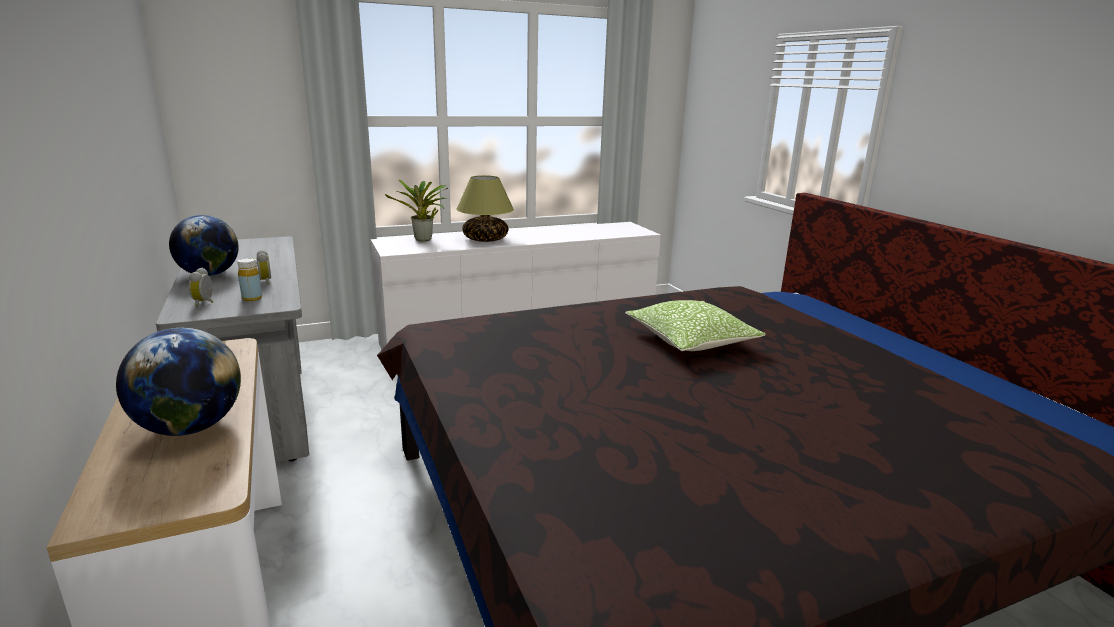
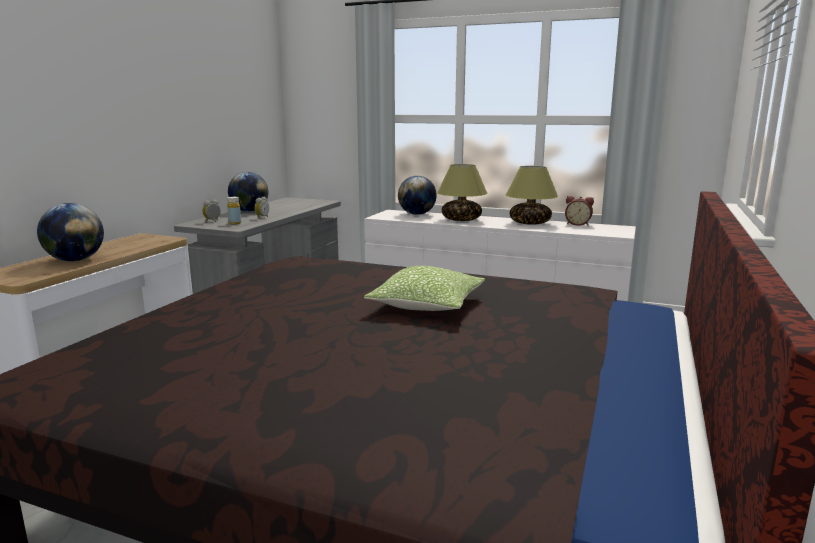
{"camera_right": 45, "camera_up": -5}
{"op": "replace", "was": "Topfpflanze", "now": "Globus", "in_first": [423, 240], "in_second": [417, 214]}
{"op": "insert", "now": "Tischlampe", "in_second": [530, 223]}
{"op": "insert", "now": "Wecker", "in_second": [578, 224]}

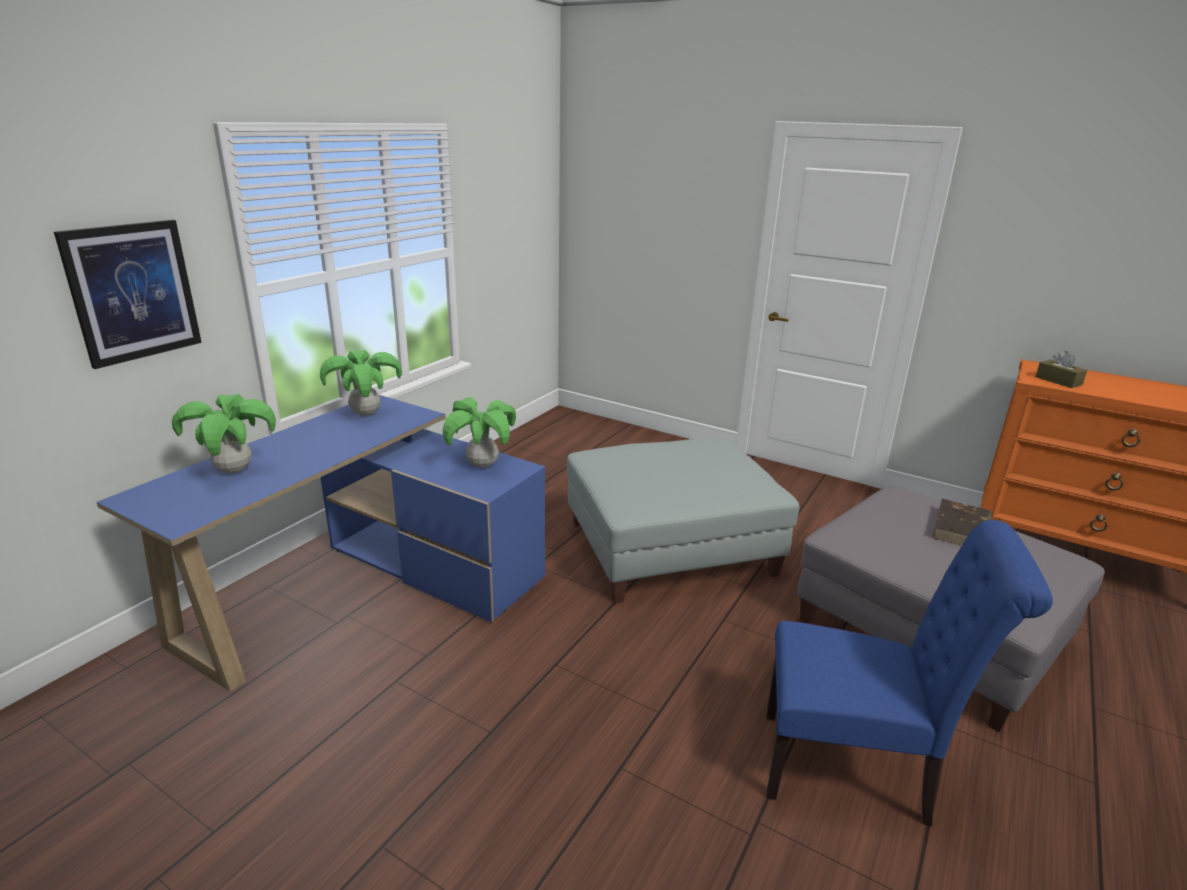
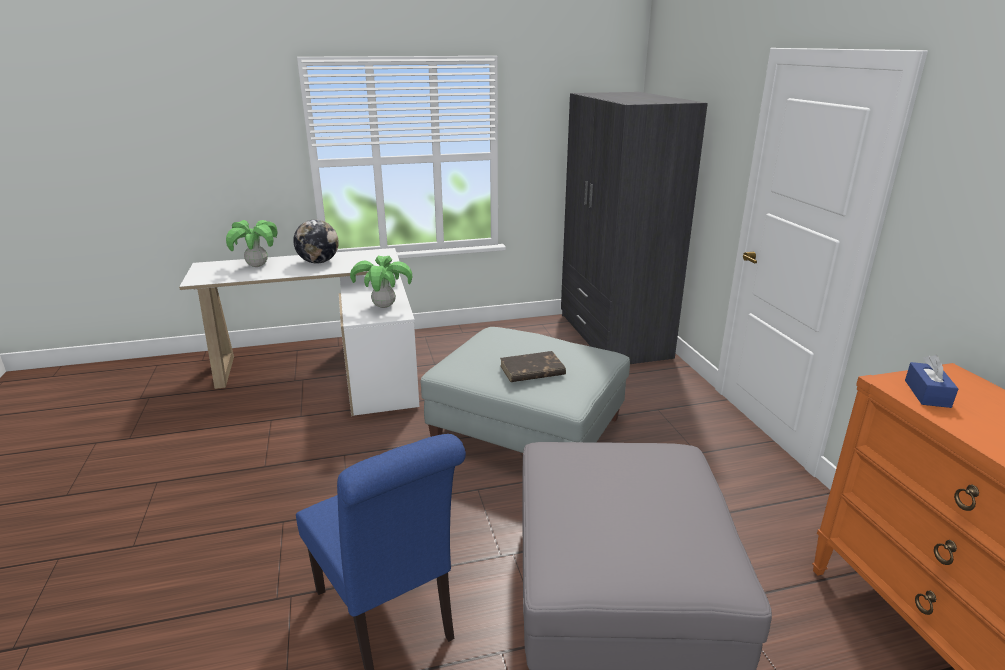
{"camera_right": 45, "camera_up": 0}
{"op": "recolor", "was": "Schreibtisch (blau)", "now": "Schreibtisch (weiß)", "in_first": [364, 588], "in_second": [330, 370]}
{"op": "insert", "now": "Globus", "in_second": [318, 262]}
{"op": "move", "was": "Buch (braun)", "in_first": [962, 529], "in_second": [531, 370]}
{"op": "insert", "now": "Kleiderschrank (grau)", "in_second": [612, 336]}
{"op": "recolor", "was": "Taschentuchbox (braun)", "now": "Taschentuchbox (blau)", "in_first": [1058, 381], "in_second": [927, 393]}
{"op": "delete", "was": "Bild", "in_first": [133, 292]}
{"op": "delete", "was": "Topfpflanze", "in_first": [365, 413]}

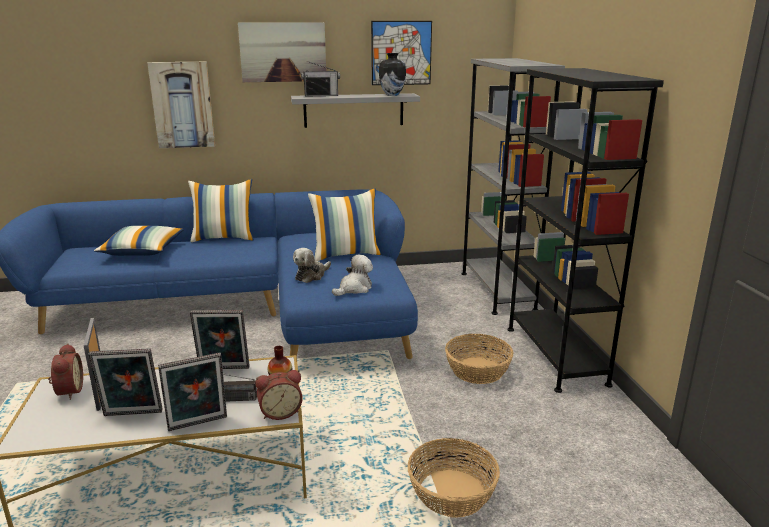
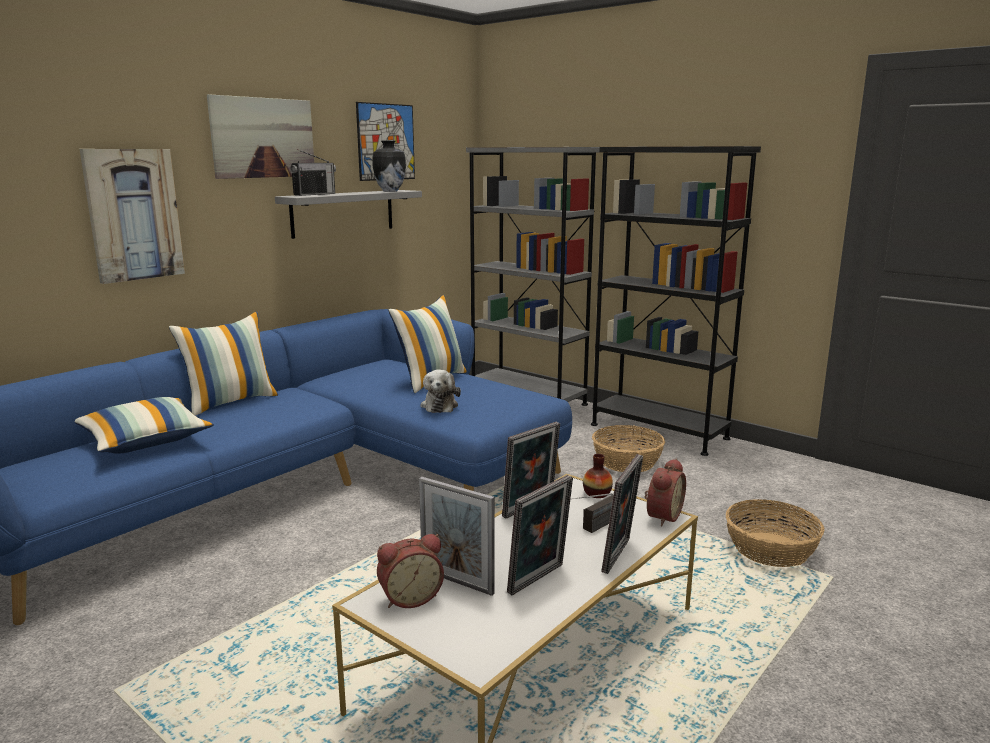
{"camera_right": -40, "camera_up": -5}
{"op": "rotate", "was": "Wecker", "in_first": [68, 391], "in_second": [410, 597], "clockwise": 120}
{"op": "delete", "was": "Plüschtier", "in_first": [354, 288]}

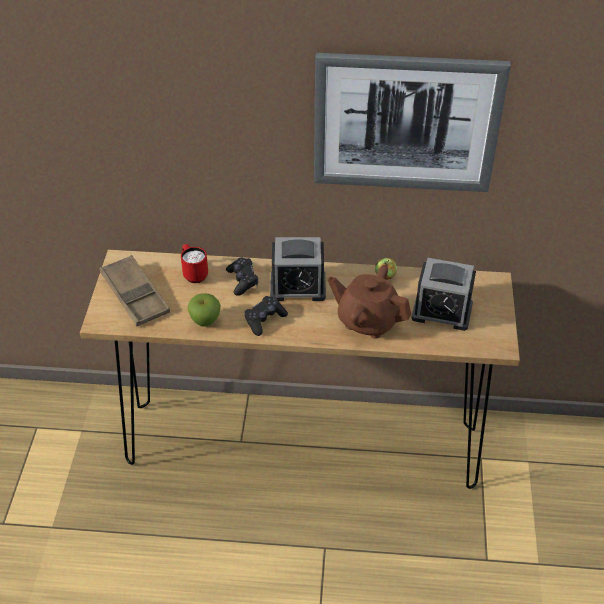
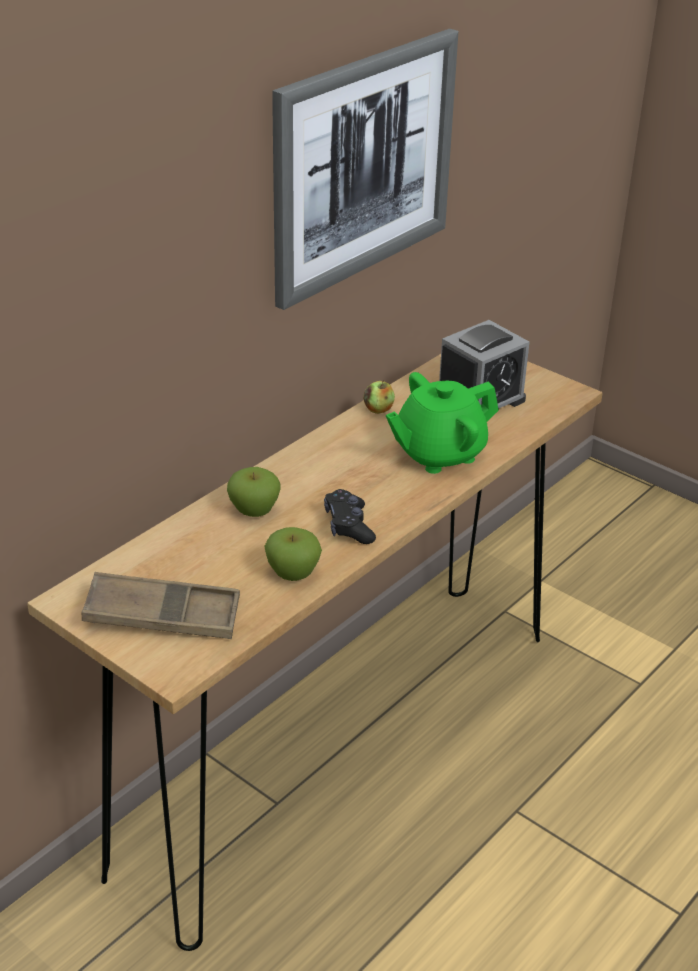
{"camera_right": -55, "camera_up": -10}
{"op": "replace", "was": "Gamepad (schwarz)", "now": "Apfel", "in_first": [242, 280], "in_second": [254, 512]}
{"op": "recolor", "was": "Teekanne (braun)", "now": "Teekanne (grün)", "in_first": [367, 321], "in_second": [438, 454]}
{"op": "delete", "was": "Henkelbecher (rot)", "in_first": [194, 274]}
{"op": "delete", "was": "Wecker", "in_first": [298, 287]}

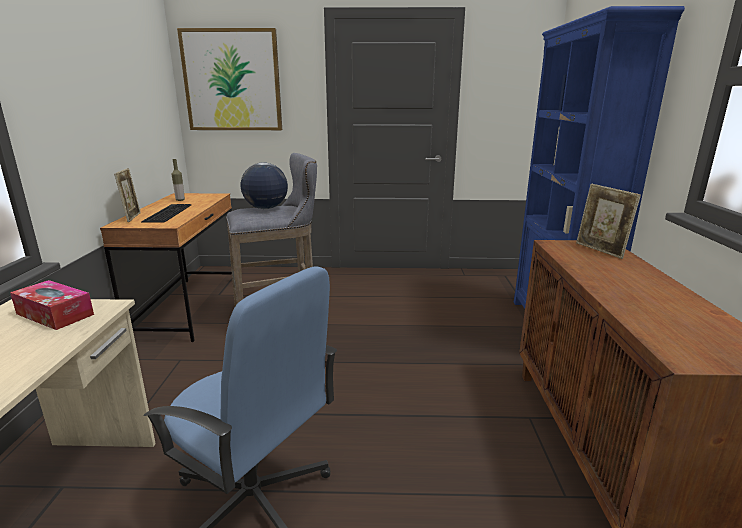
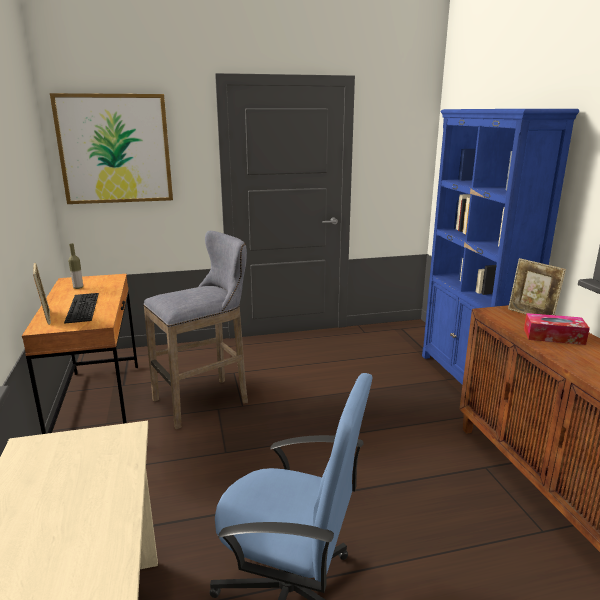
{"camera_right": -15, "camera_up": 0}
{"op": "move", "was": "Taschentuchbox", "in_first": [55, 314], "in_second": [553, 336]}
{"op": "delete", "was": "Globus", "in_first": [265, 208]}

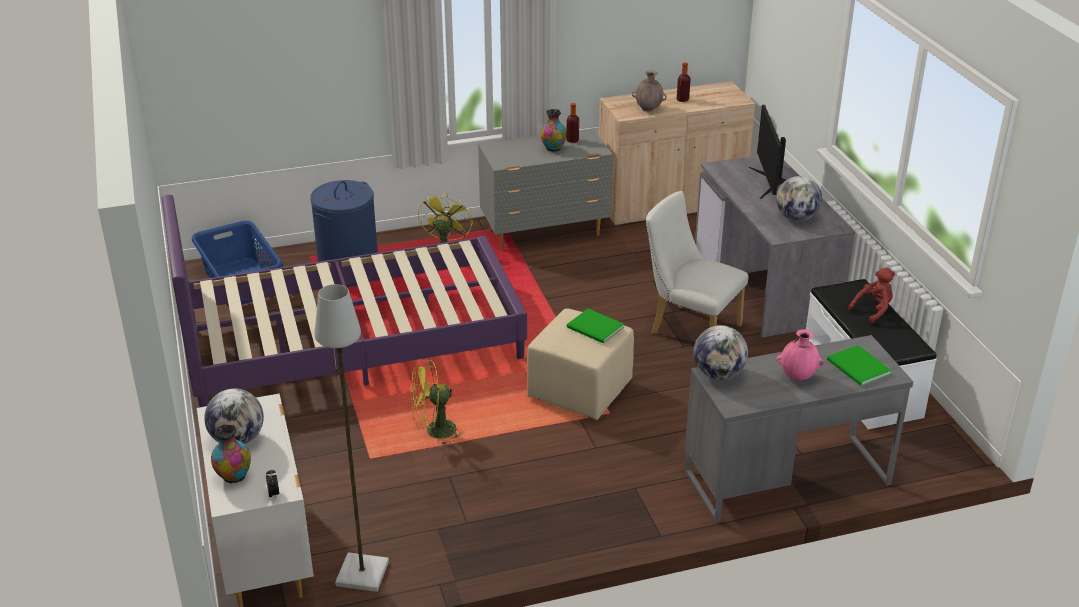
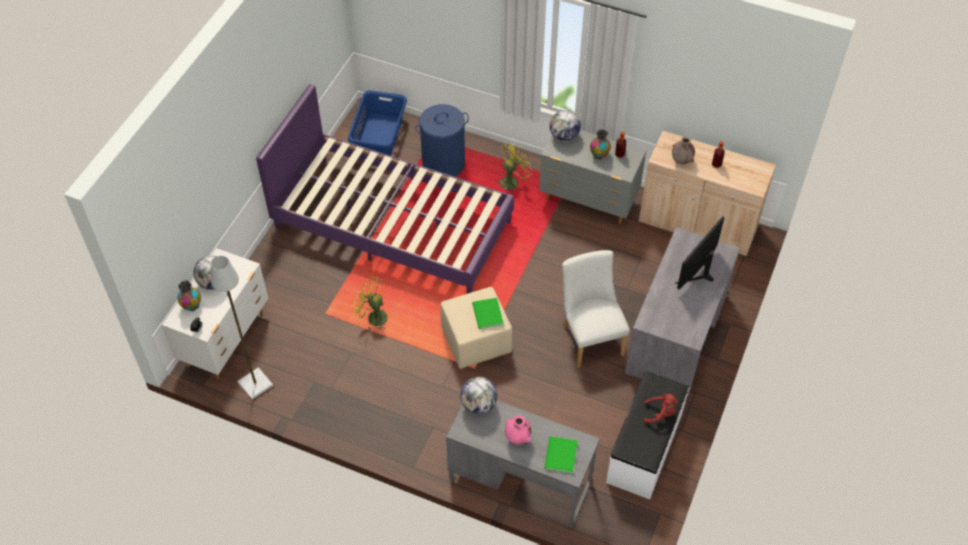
{"camera_right": 40, "camera_up": 20}
{"op": "move", "was": "Globus", "in_first": [796, 218], "in_second": [564, 136]}

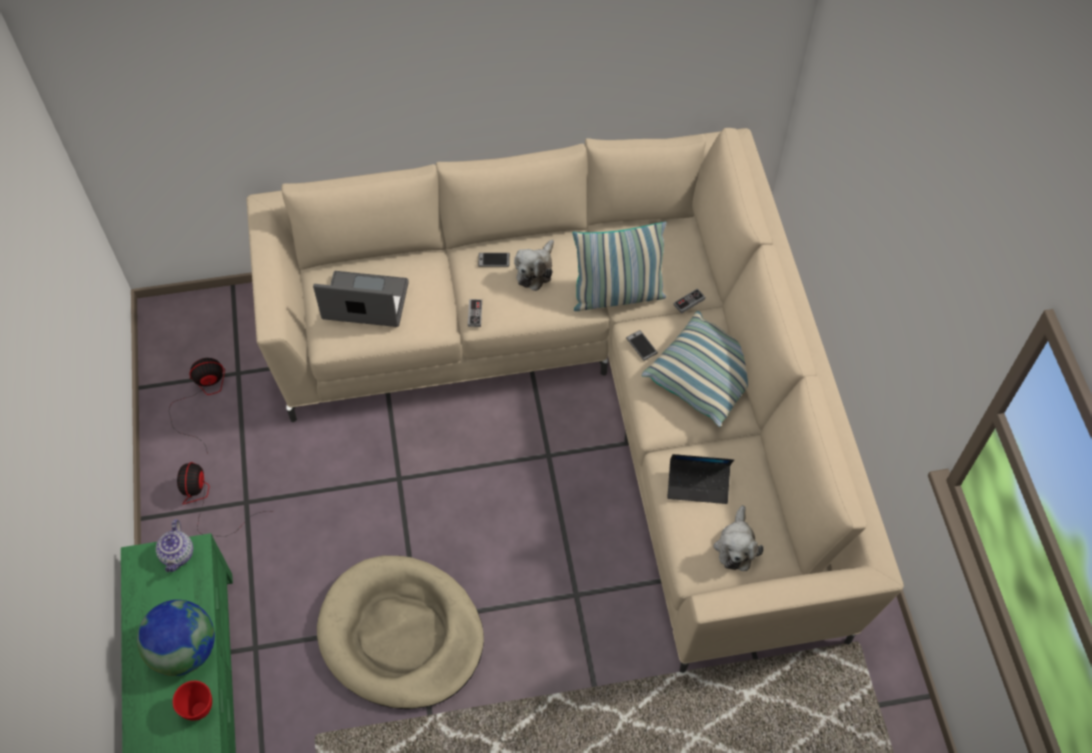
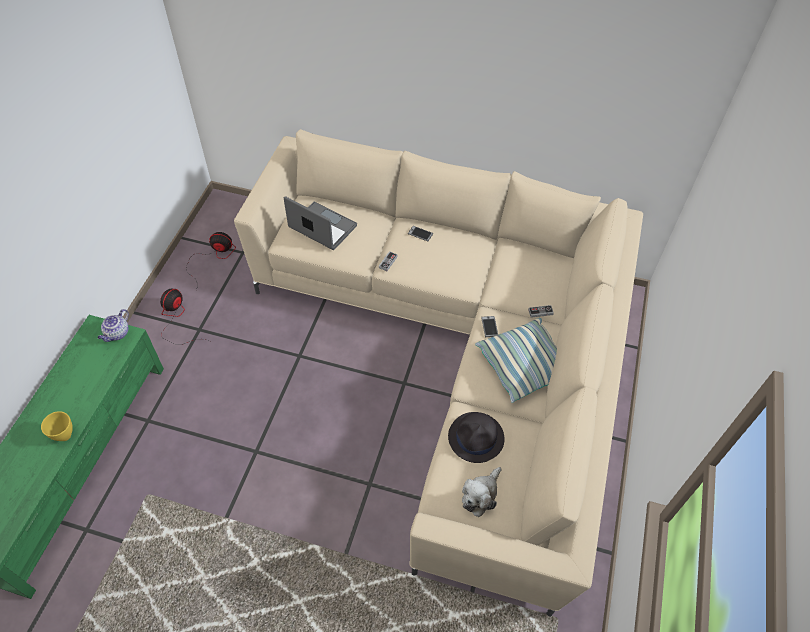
{"camera_right": 25, "camera_up": -5}
{"op": "recolor", "was": "Schüssel (rot)", "now": "Schüssel (gelb)", "in_first": [200, 710], "in_second": [65, 436]}
{"op": "replace", "was": "Laptop", "now": "Hut (schwarz)", "in_first": [698, 484], "in_second": [476, 438]}
{"op": "delete", "was": "Globus", "in_first": [184, 650]}
{"op": "delete", "was": "Hundebett (beige)", "in_first": [401, 635]}
{"op": "delete", "was": "Plüschtier", "in_first": [535, 270]}
{"op": "delete", "was": "Kissen", "in_first": [617, 295]}

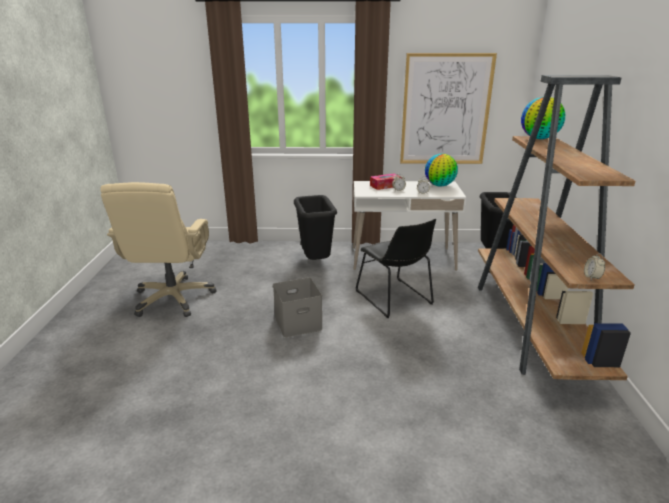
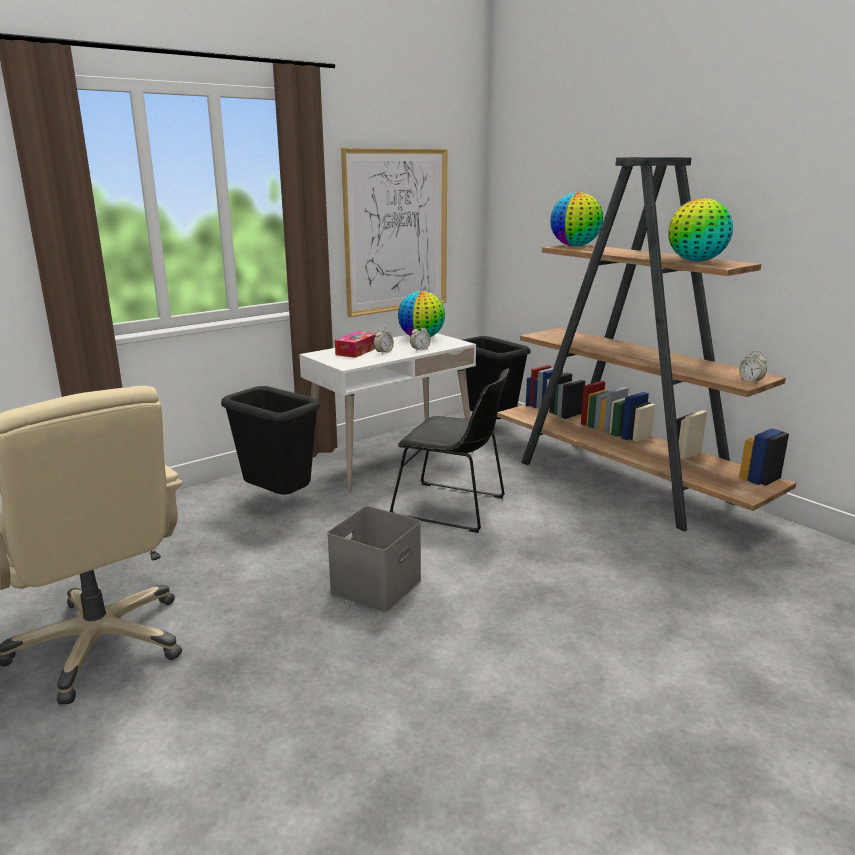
{"camera_right": -40, "camera_up": -5}
{"op": "insert", "now": "Globus", "in_second": [696, 261]}

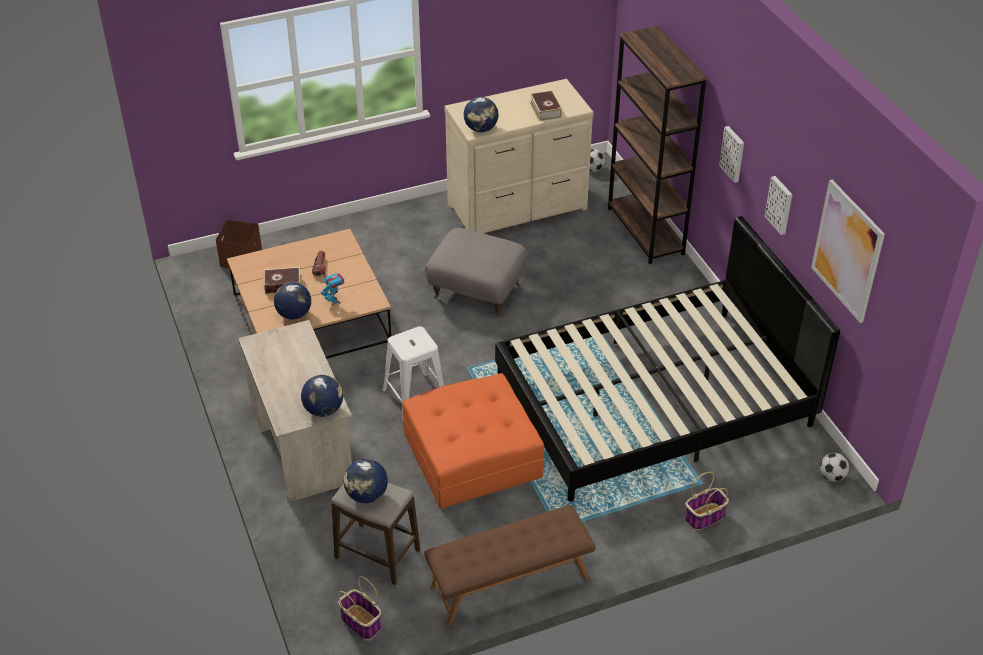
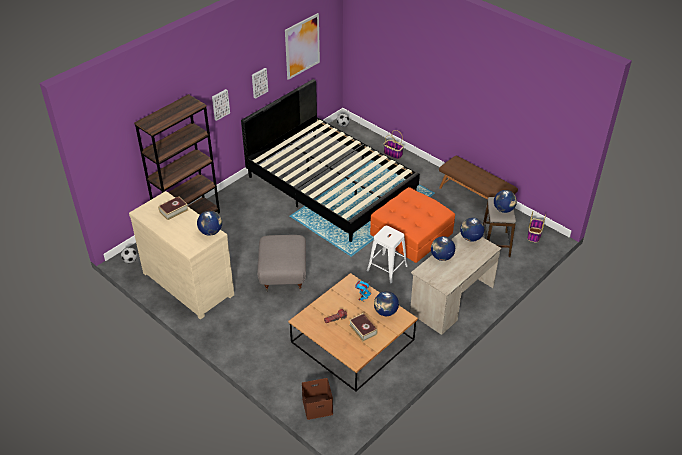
{"camera_right": -115, "camera_up": 0}
{"op": "insert", "now": "Globus", "in_second": [441, 257]}

